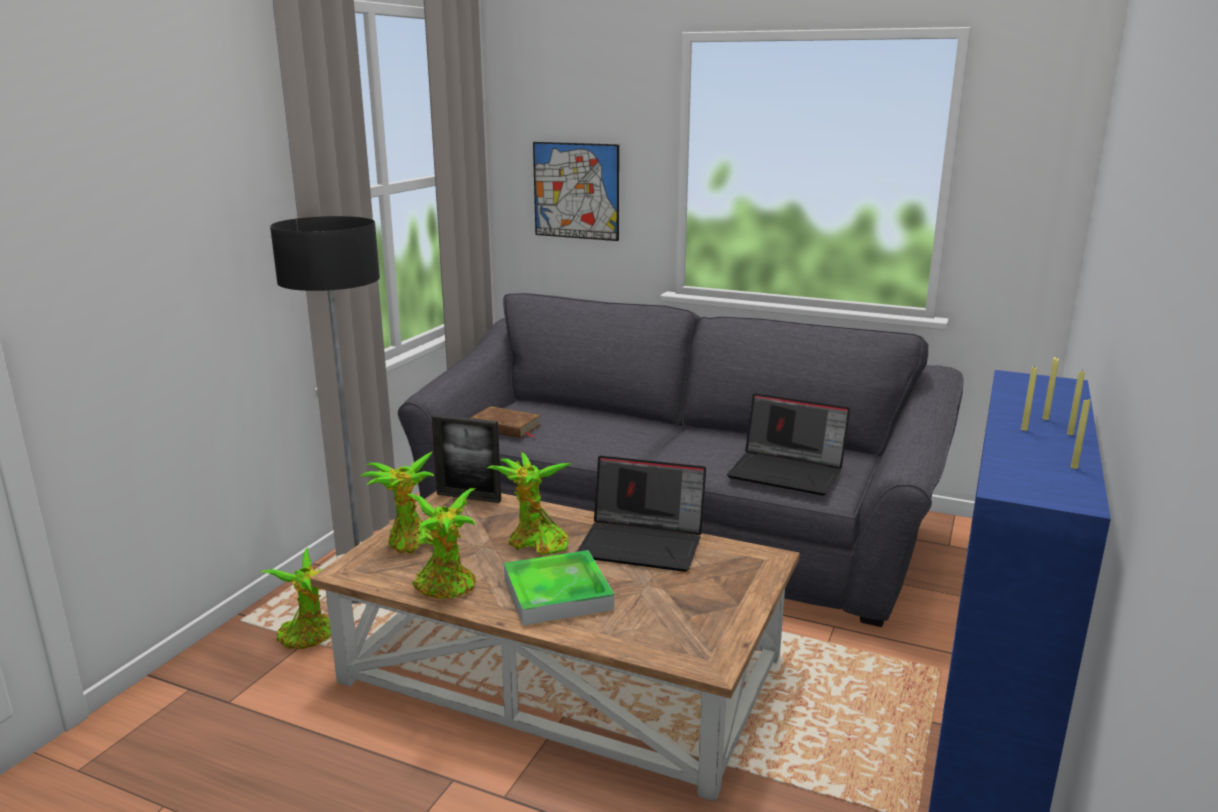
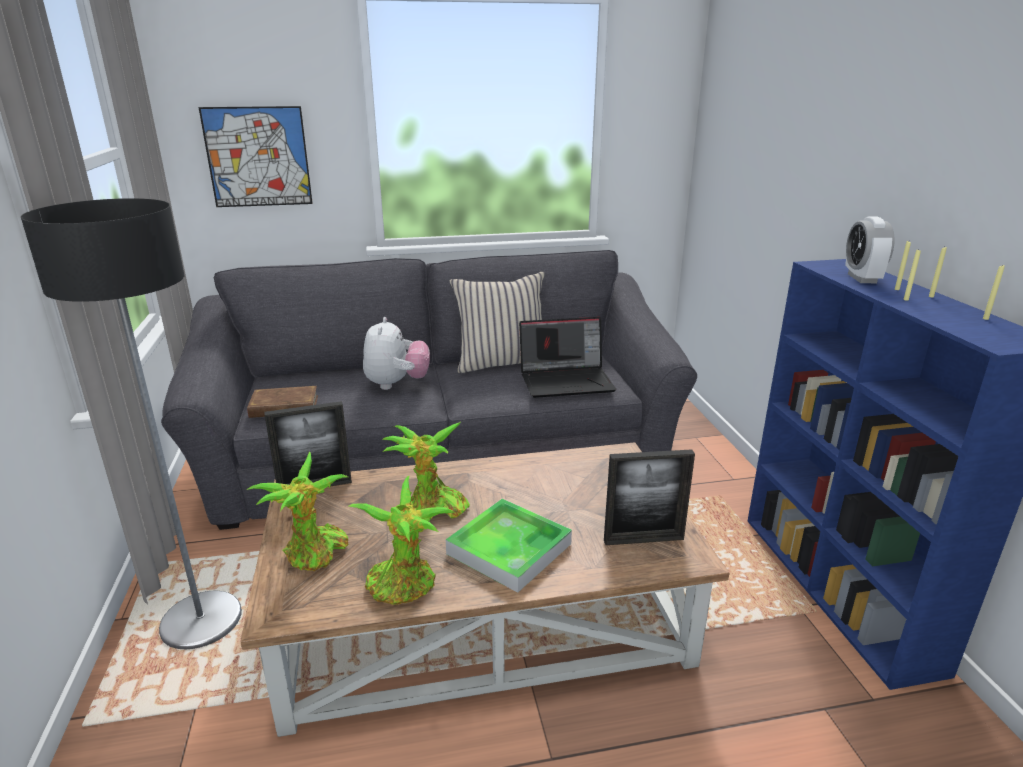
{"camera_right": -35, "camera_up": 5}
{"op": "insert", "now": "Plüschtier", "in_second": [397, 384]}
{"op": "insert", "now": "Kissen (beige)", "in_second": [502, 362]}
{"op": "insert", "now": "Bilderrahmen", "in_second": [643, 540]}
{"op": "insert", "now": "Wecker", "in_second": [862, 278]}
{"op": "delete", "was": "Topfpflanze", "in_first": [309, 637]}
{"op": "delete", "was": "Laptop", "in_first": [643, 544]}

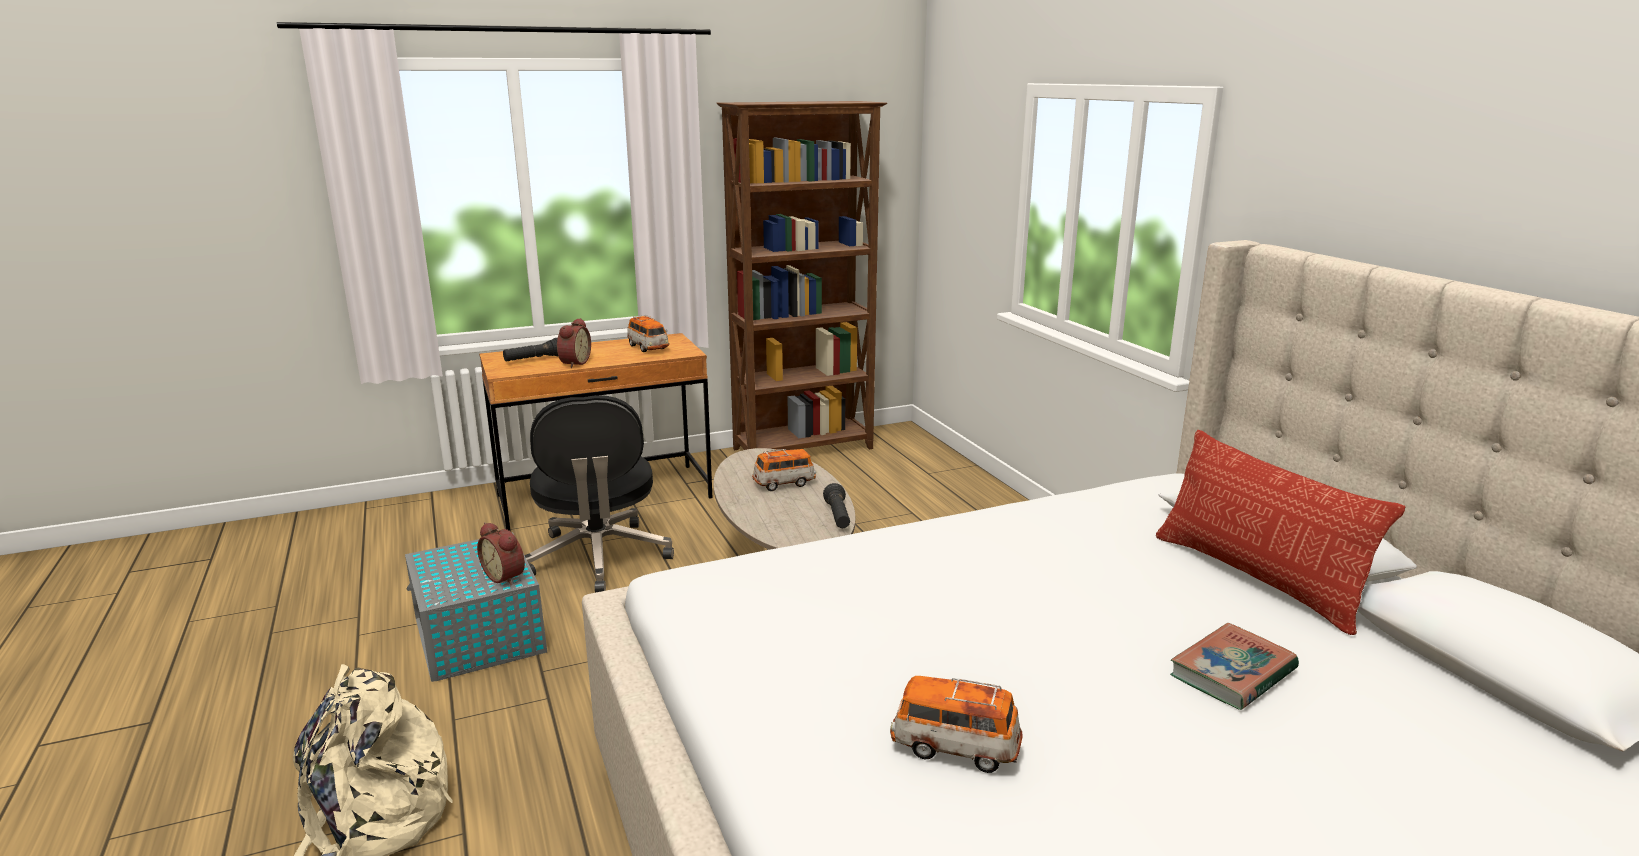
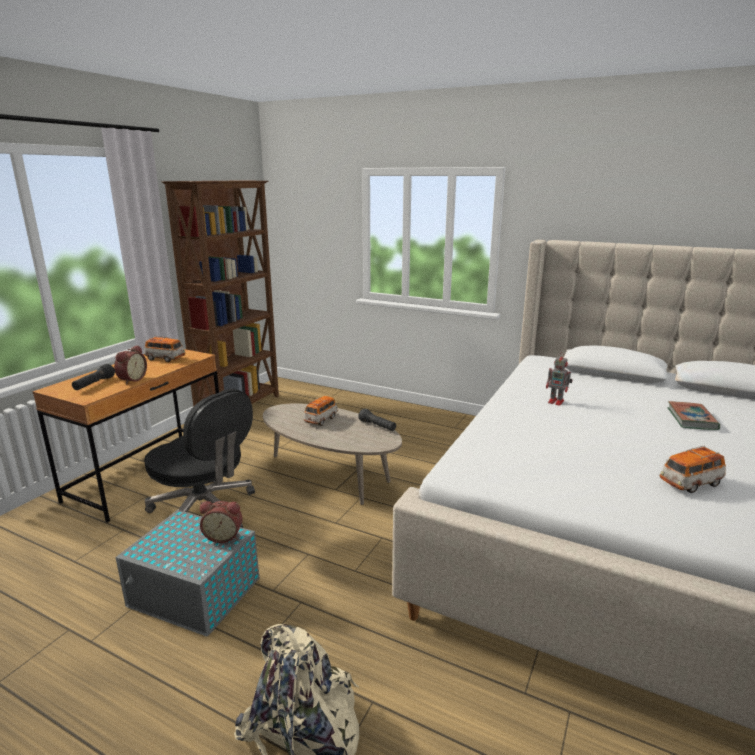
{"camera_right": -40, "camera_up": 0}
{"op": "rotate", "was": "Wecker", "in_first": [573, 363], "in_second": [131, 379], "clockwise": 45}
{"op": "insert", "now": "Spielzeugroboter", "in_second": [557, 402]}
{"op": "delete", "was": "Kissen", "in_first": [1256, 578]}

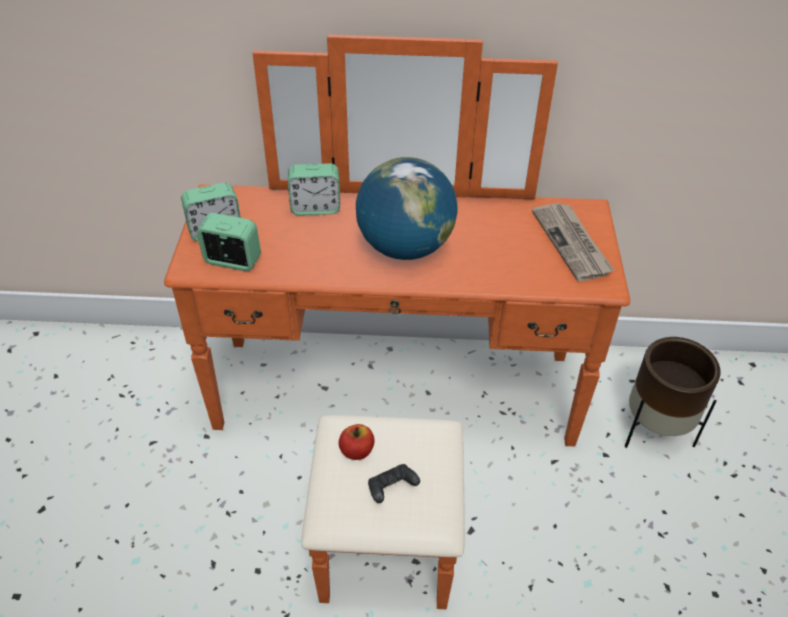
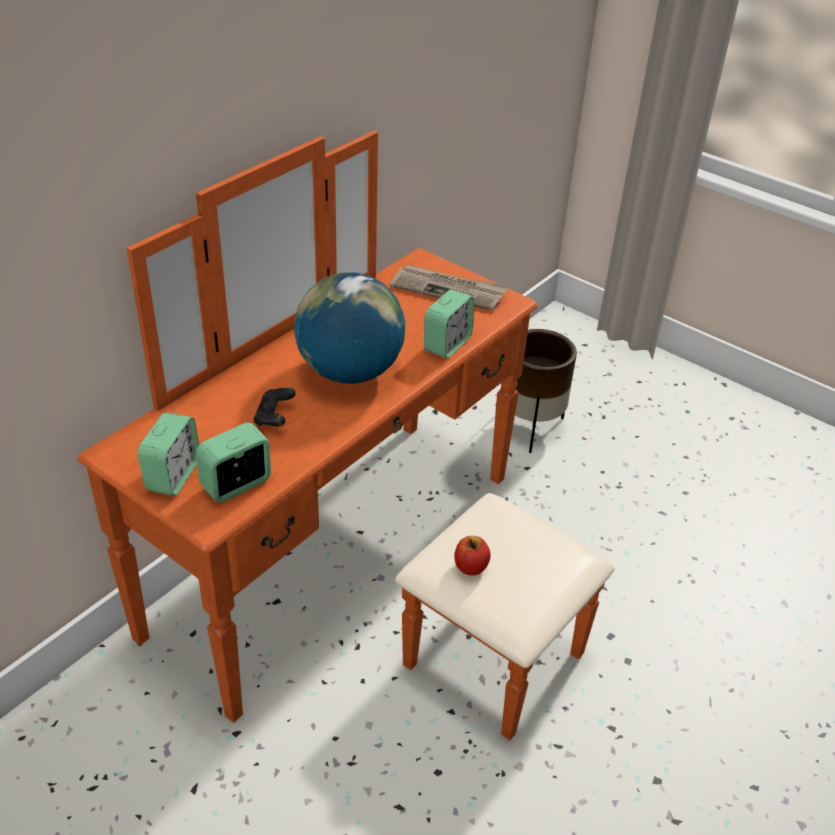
{"camera_right": -55, "camera_up": -5}
{"op": "move", "was": "Gamepad (schwarz)", "in_first": [391, 489], "in_second": [274, 417]}
{"op": "move", "was": "Wecker", "in_first": [315, 207], "in_second": [447, 344]}

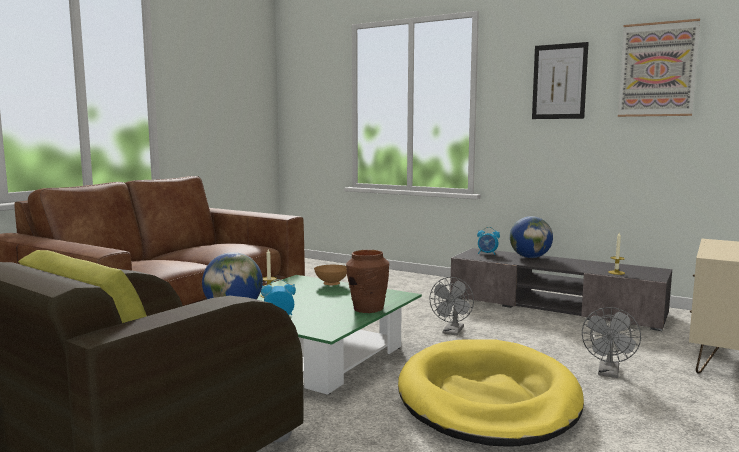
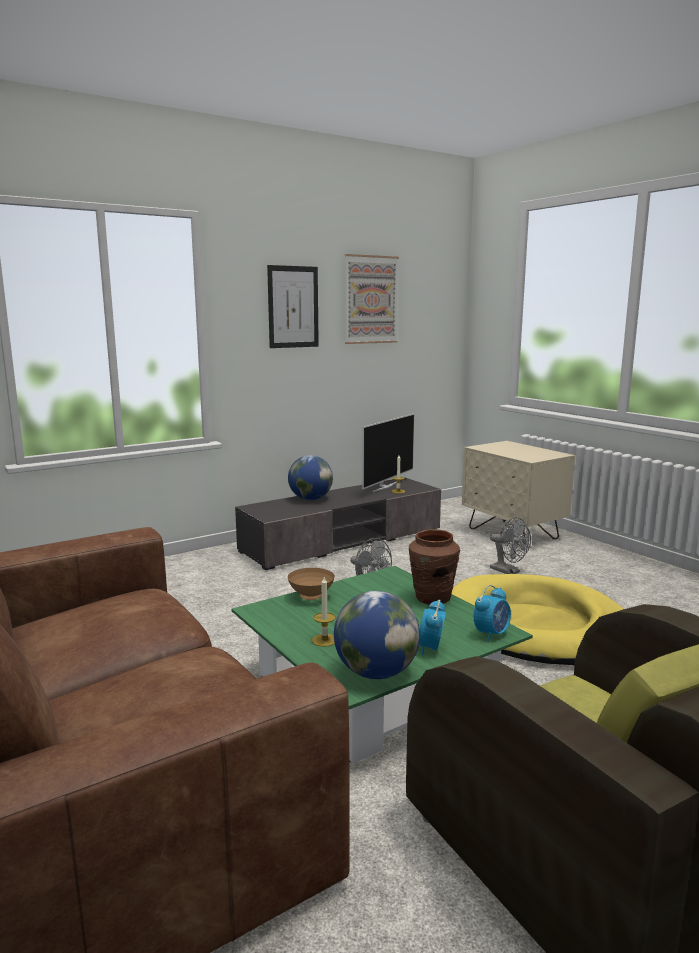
{"camera_right": -65, "camera_up": 5}
{"op": "insert", "now": "Fernseher", "in_second": [385, 486]}
{"op": "move", "was": "Wecker", "in_first": [487, 254], "in_second": [491, 634]}

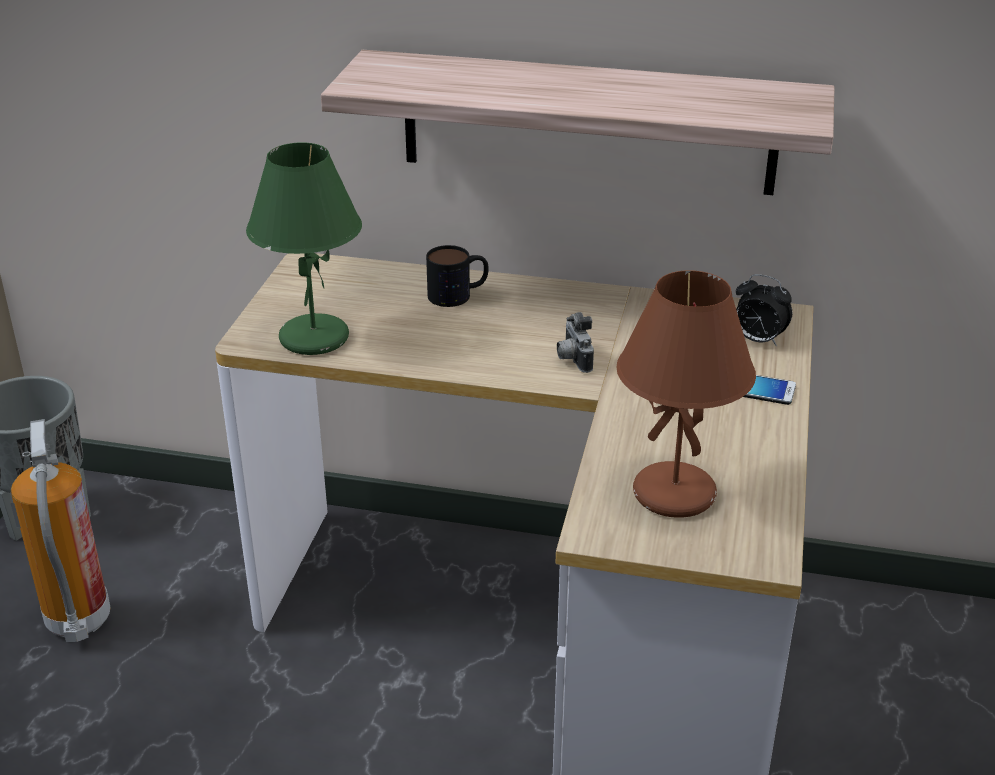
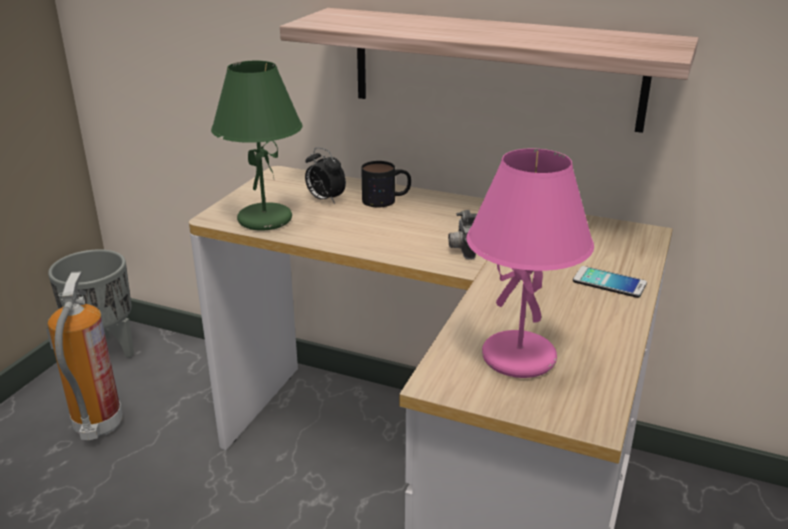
{"camera_right": 10, "camera_up": -5}
{"op": "move", "was": "Wecker", "in_first": [757, 340], "in_second": [325, 199]}
{"op": "recolor", "was": "Tischlampe (braun)", "now": "Tischlampe (rosa)", "in_first": [676, 493], "in_second": [520, 358]}

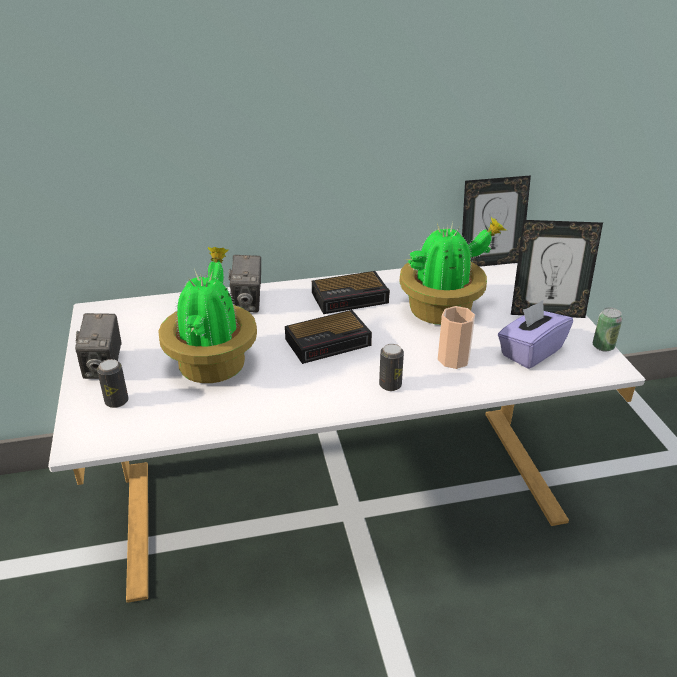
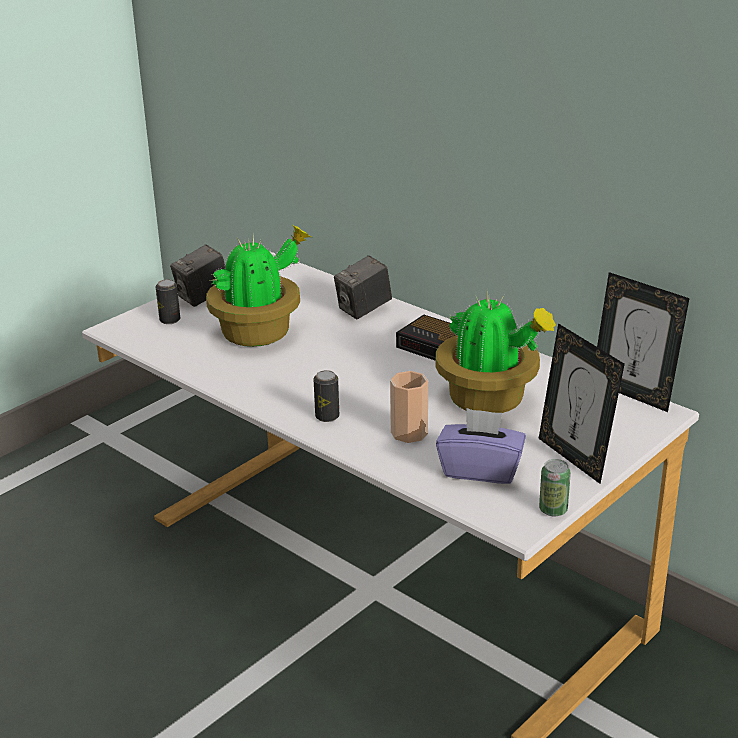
{"camera_right": 55, "camera_up": -5}
{"op": "delete", "was": "Wecker", "in_first": [329, 342]}

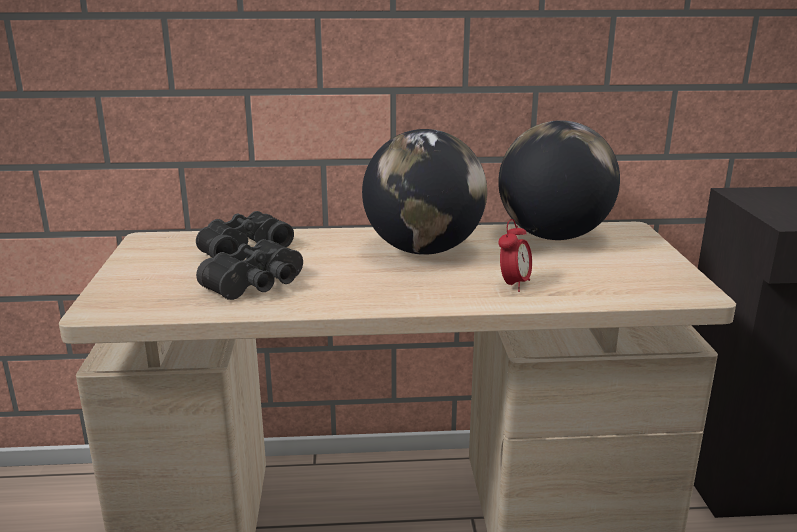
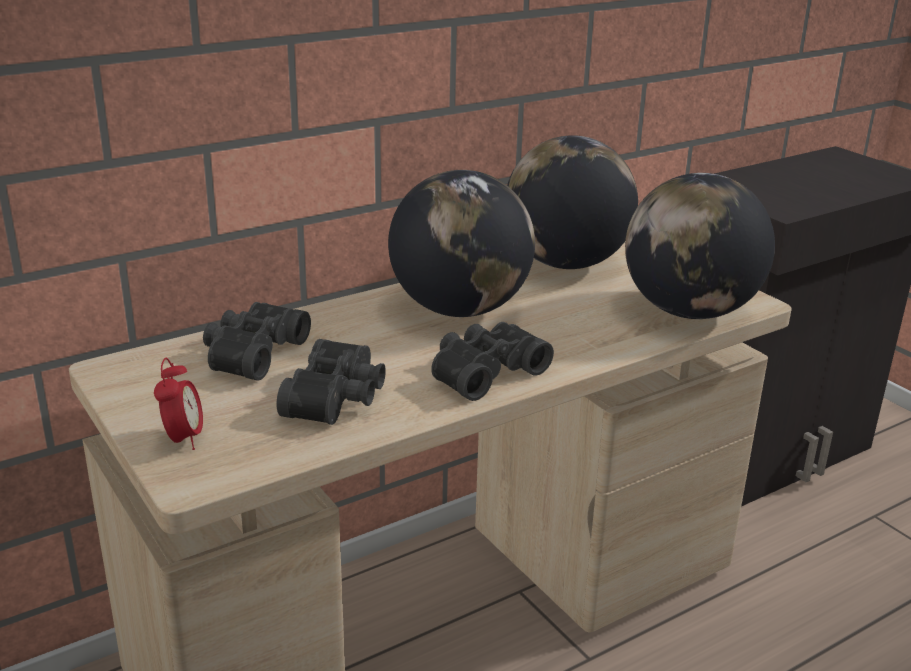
{"camera_right": -30, "camera_up": 5}
{"op": "move", "was": "Wecker", "in_first": [514, 285], "in_second": [183, 439]}
{"op": "insert", "now": "Fernglas (schwarz)", "in_second": [484, 372]}
{"op": "insert", "now": "Globus", "in_second": [689, 311]}

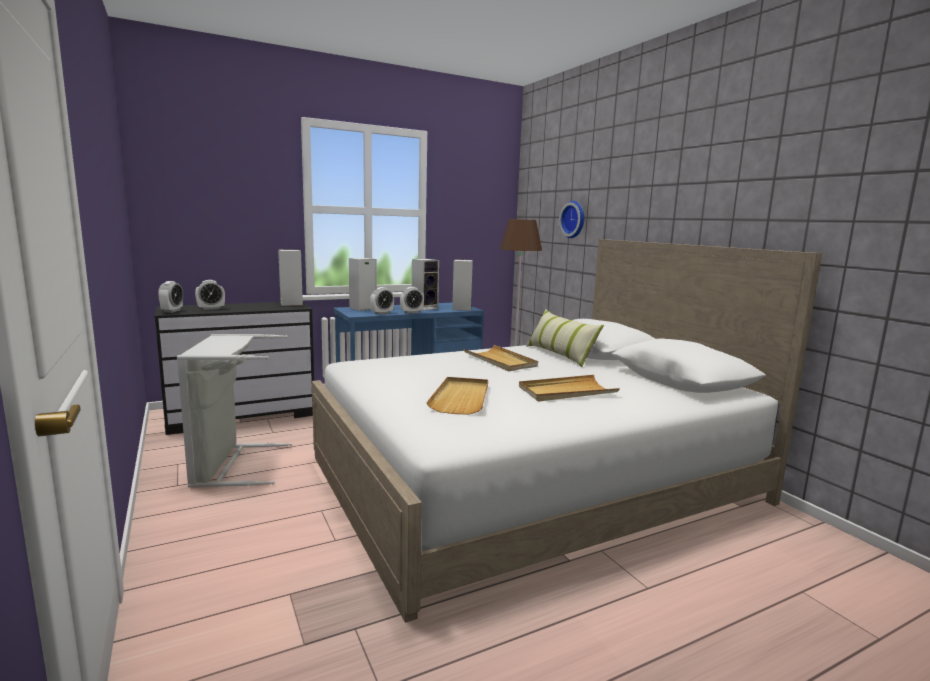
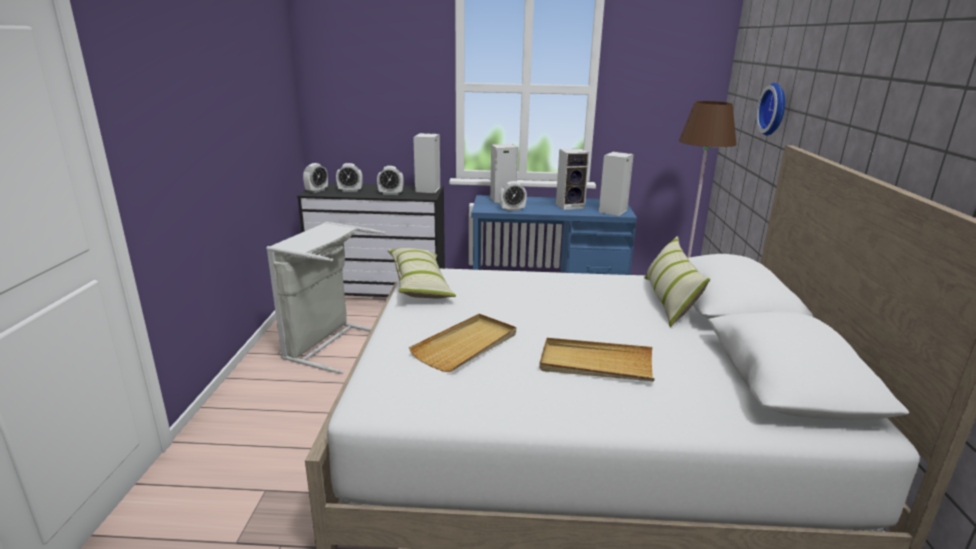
{"camera_right": 30, "camera_up": 10}
{"op": "move", "was": "Wecker", "in_first": [411, 312], "in_second": [391, 194]}
{"op": "insert", "now": "Kissen", "in_second": [419, 284]}
{"op": "delete", "was": "Tablett (beige)", "in_first": [500, 361]}

